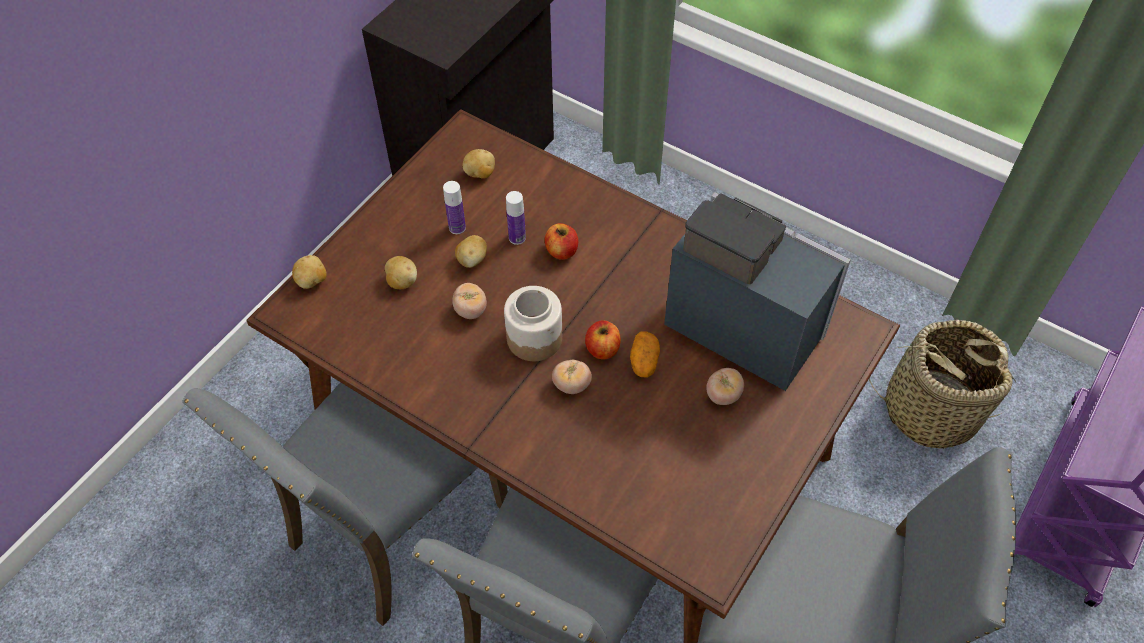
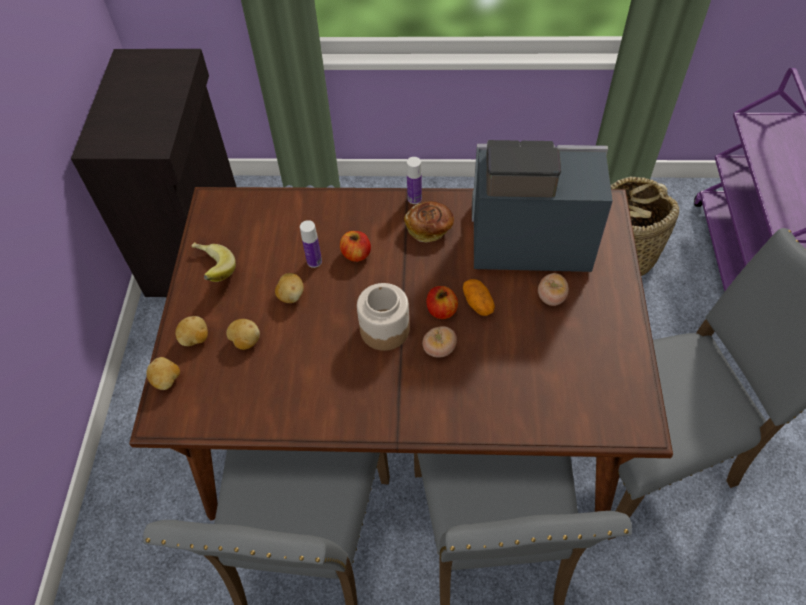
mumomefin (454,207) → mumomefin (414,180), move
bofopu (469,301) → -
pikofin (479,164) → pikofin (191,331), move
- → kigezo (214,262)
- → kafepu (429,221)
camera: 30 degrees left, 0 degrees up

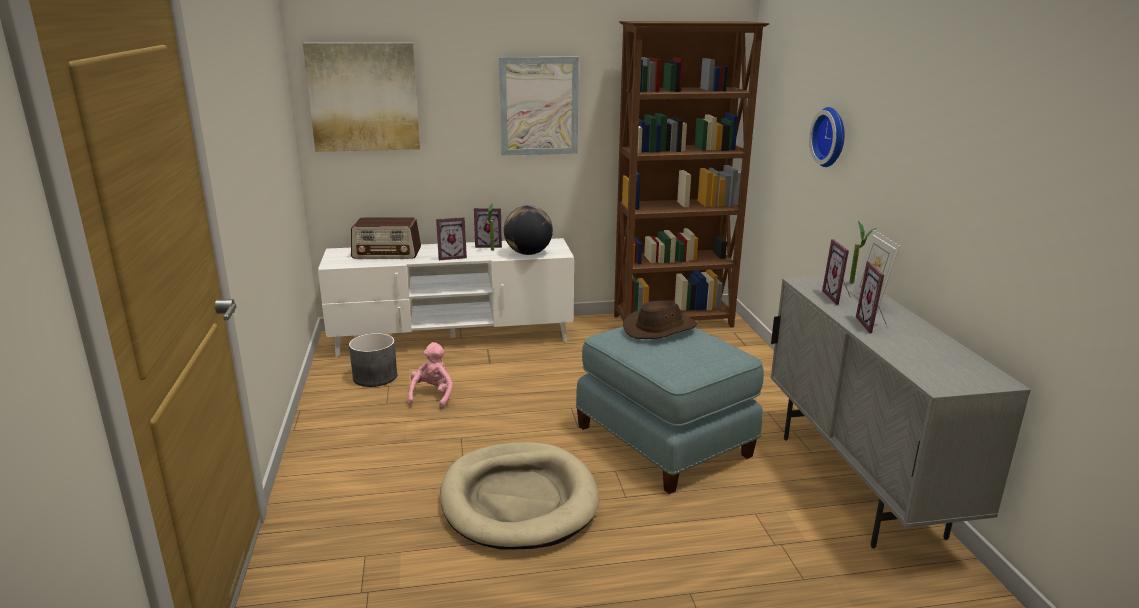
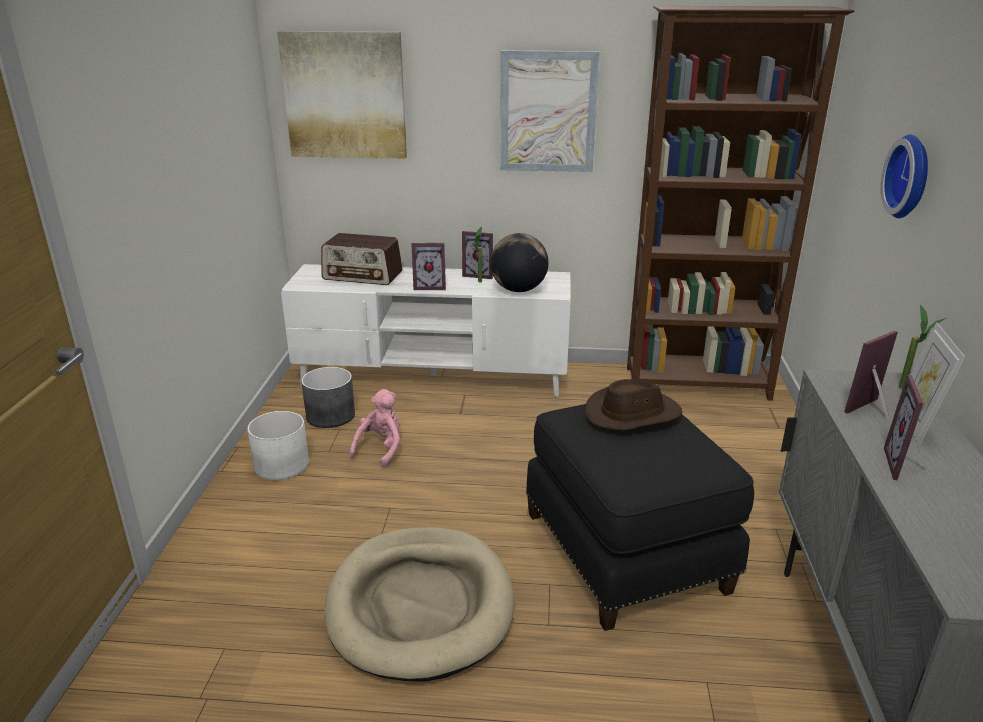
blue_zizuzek (670,410) → black_zizuzek (640,516)
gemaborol (836,272) → gemaborol (871,374), 45 degrees clockwise
- → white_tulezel (278,445)
camera: 15 degrees right, 5 degrees up

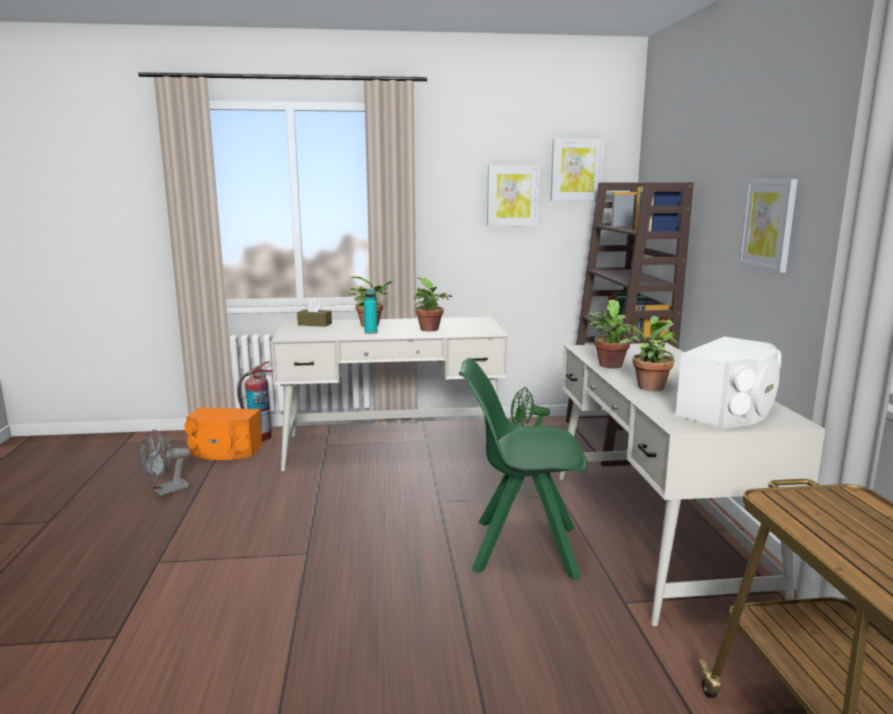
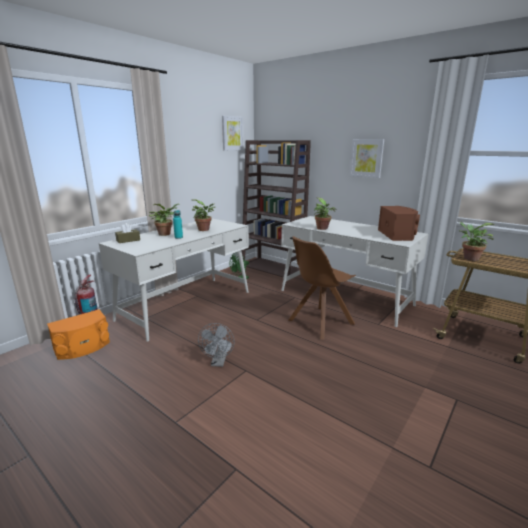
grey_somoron (165,462) → grey_somoron (216,345), move
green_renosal (523,469) → brown_renosal (322,288)
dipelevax (513,195) → -
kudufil (648,353) → kudufil (476,241), move
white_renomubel (728,382) → brown_renomubel (399,223)
camera: 45 degrees left, 5 degrees up

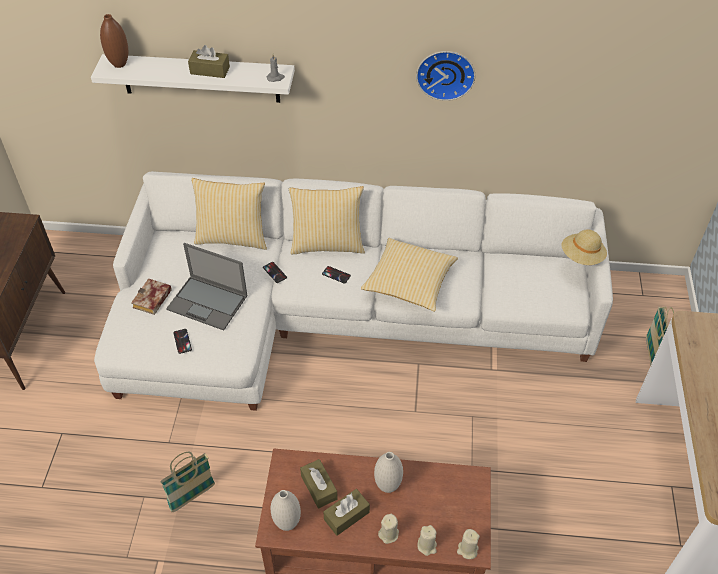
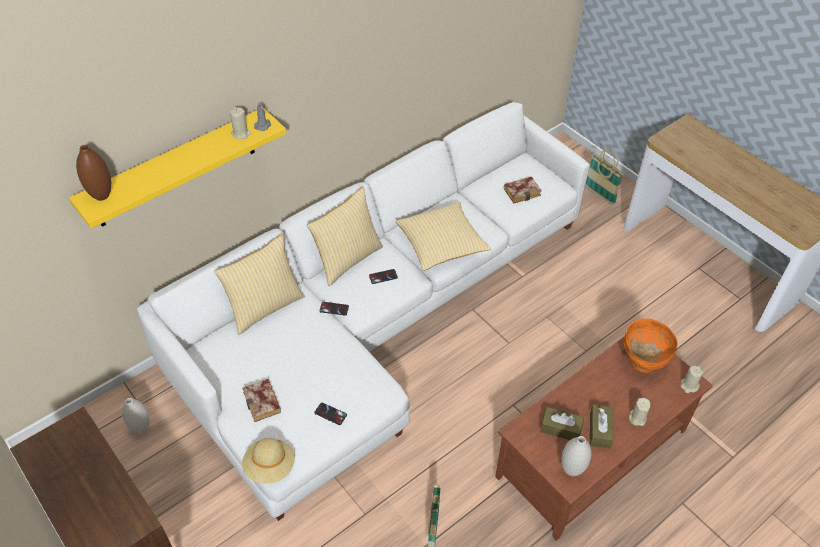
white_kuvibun (193,78) → yellow_kuvibun (178,168)
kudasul (207,287) → -
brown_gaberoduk (209,61) → -
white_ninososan (388,472) → white_ninososan (136,416), move
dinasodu (445,76) → -
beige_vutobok (427,540) → beige_vutobok (240,123), move
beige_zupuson (584,247) → beige_zupuson (268,461), move
- → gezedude (523,190)
- → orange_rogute (650,345)
camera: 45 degrees left, 0 degrees up

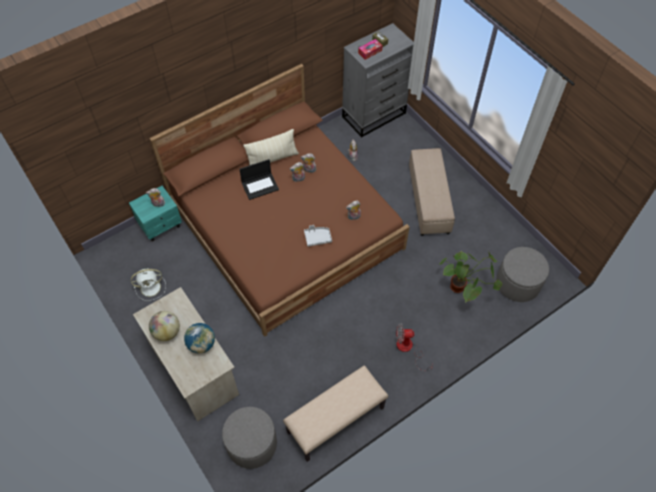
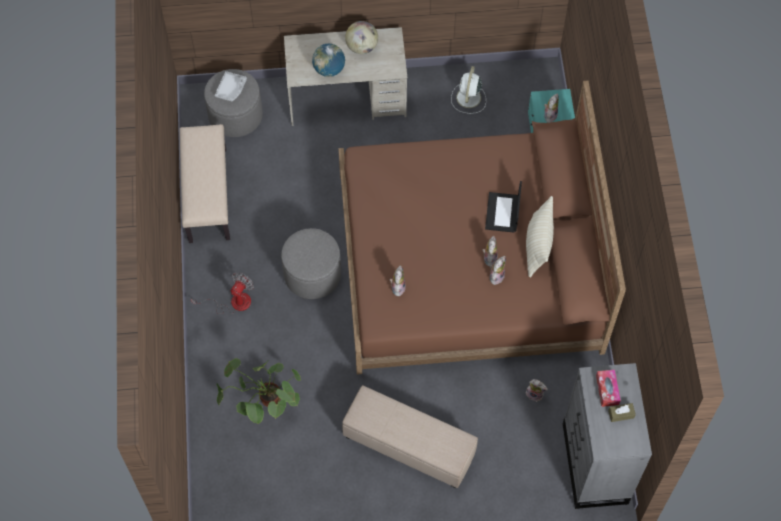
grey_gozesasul (318,236) → grey_gozesasul (231,86), move
grey_zizuzek (522,274) → grey_zizuzek (311,263), move
camera: 120 degrees right, 5 degrees up

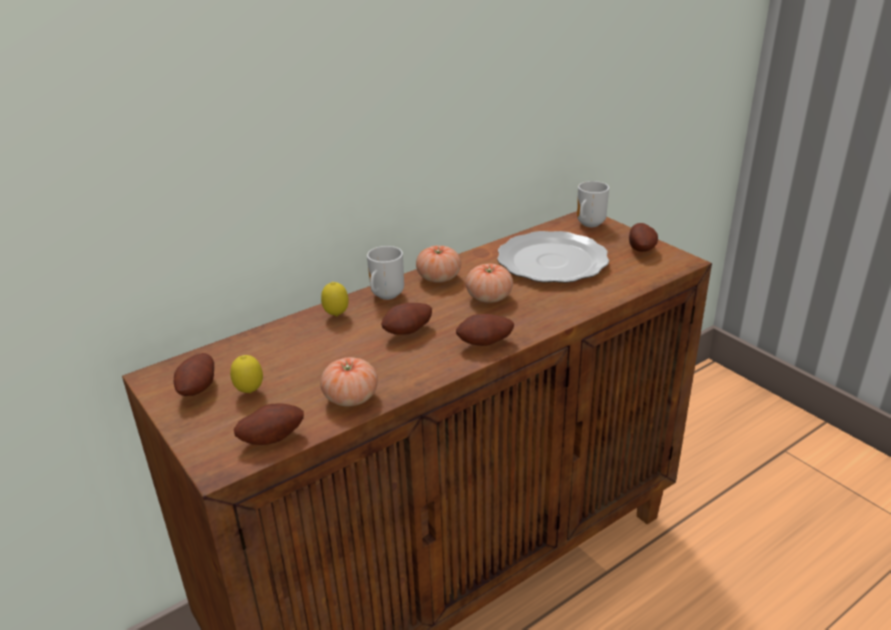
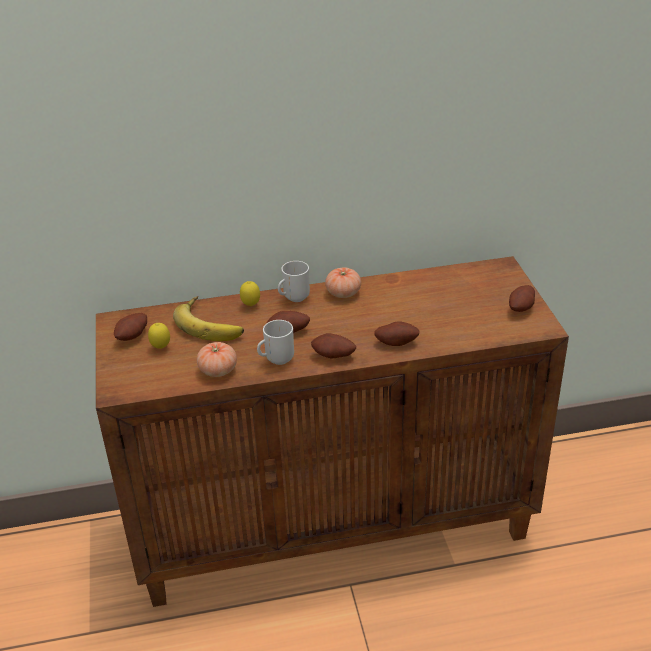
pikofin (269,424) → pikofin (397,333), move
bofopu (489,283) → -
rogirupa (553,257) → -
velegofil (593,204) → velegofil (275,342), move
- → kigezo (208,318)
camera: 25 degrees right, 5 degrees up

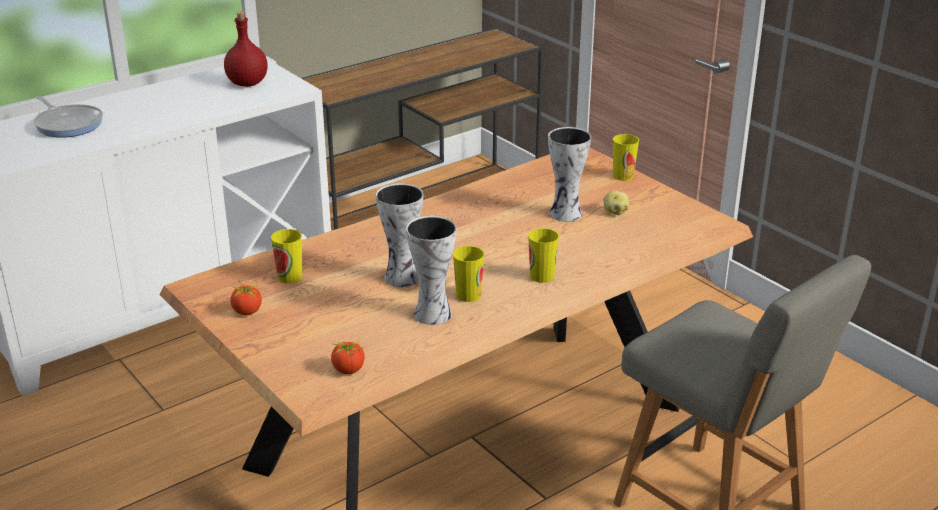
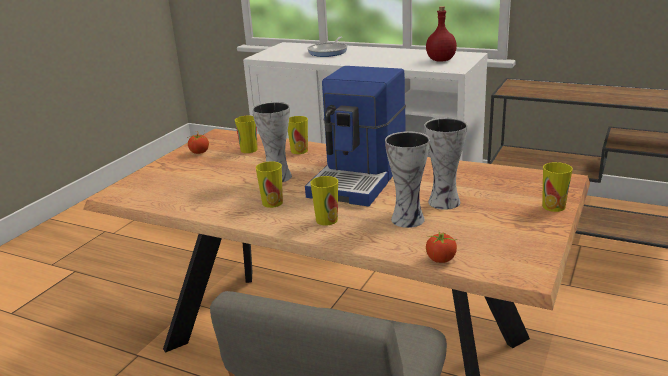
bofopu (348,357) → bofopu (442,247), move
ninososan (431,270) → ninososan (407,179), move
pikofin (616,203) → -
- → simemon (298,135)
- → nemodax (355,136)
camera: 65 degrees right, 5 degrees down

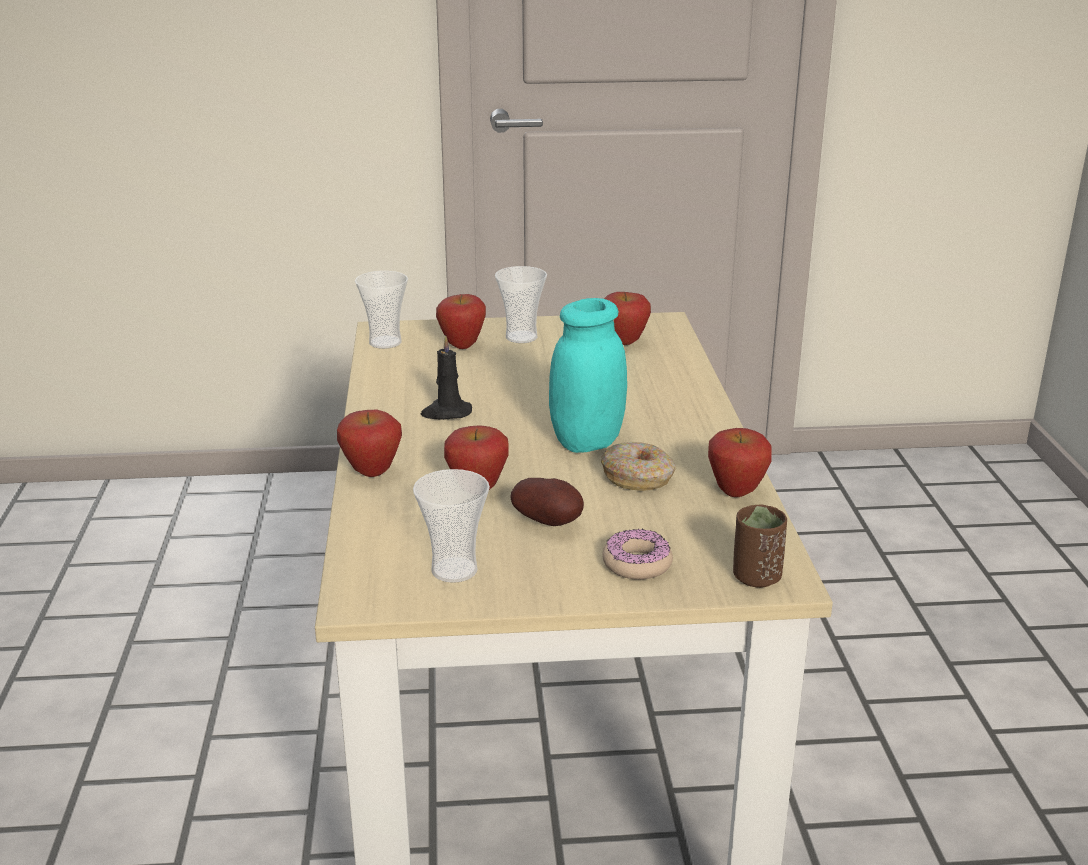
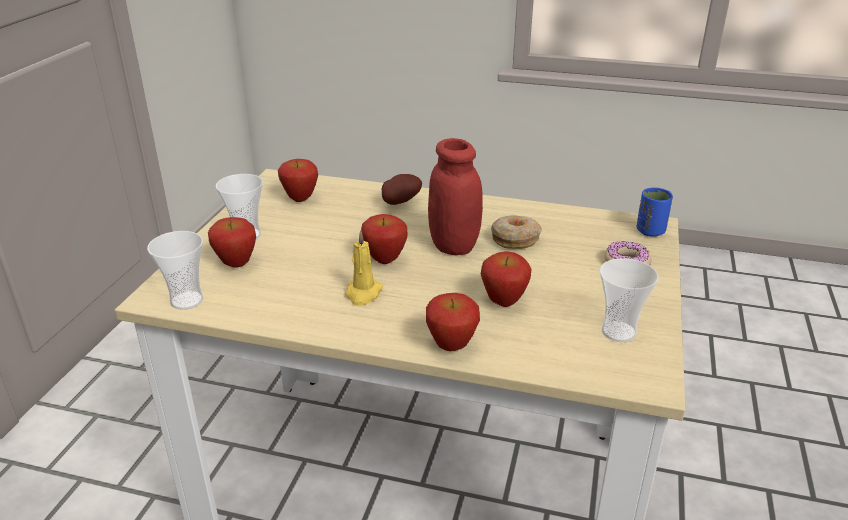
black_vutobok (446,377) → yellow_vutobok (364,268)
pikofin (547,502) → pikofin (402,189), move
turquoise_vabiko (588,375) → red_vabiko (455,196)
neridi (740,462) → neridi (384,239), move
brown_simemon (760,546) → blue_simemon (655,212)
camera: 70 degrees left, 5 degrees up

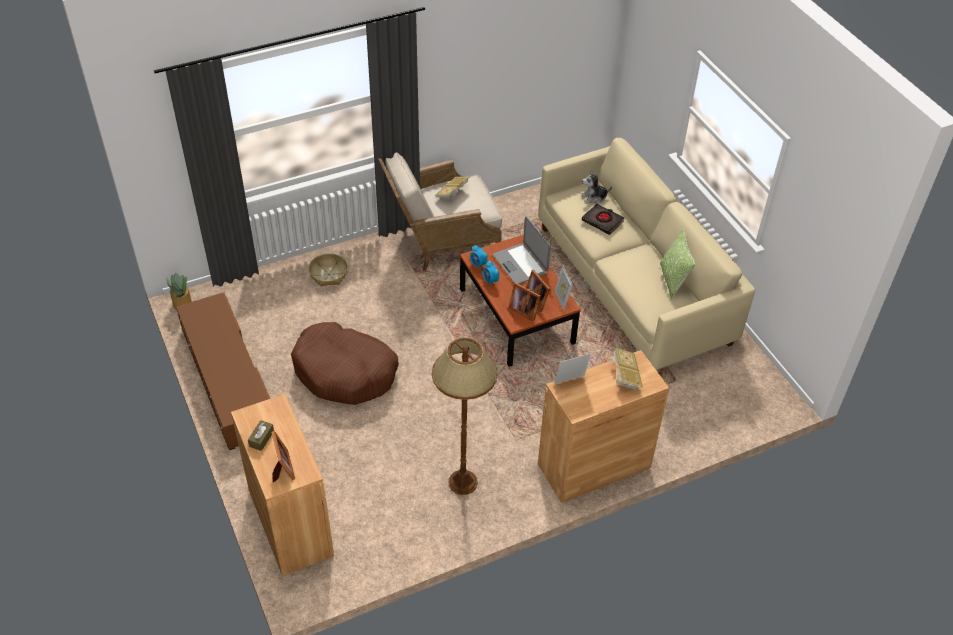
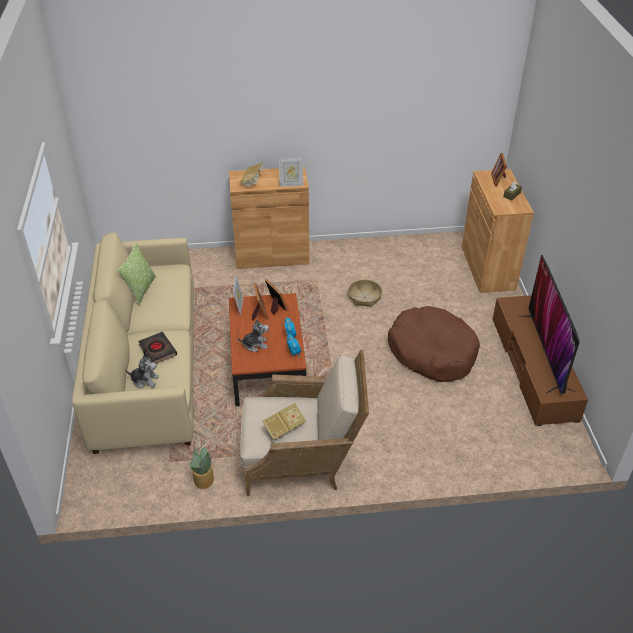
kudufil (179,291) → kudufil (201,467), move
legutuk (328,270) → legutuk (365,293), move
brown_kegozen (465,416) → -
kudasul (522,250) → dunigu (253,335)
- → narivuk (548,324)
camera: 160 degrees left, 5 degrees down

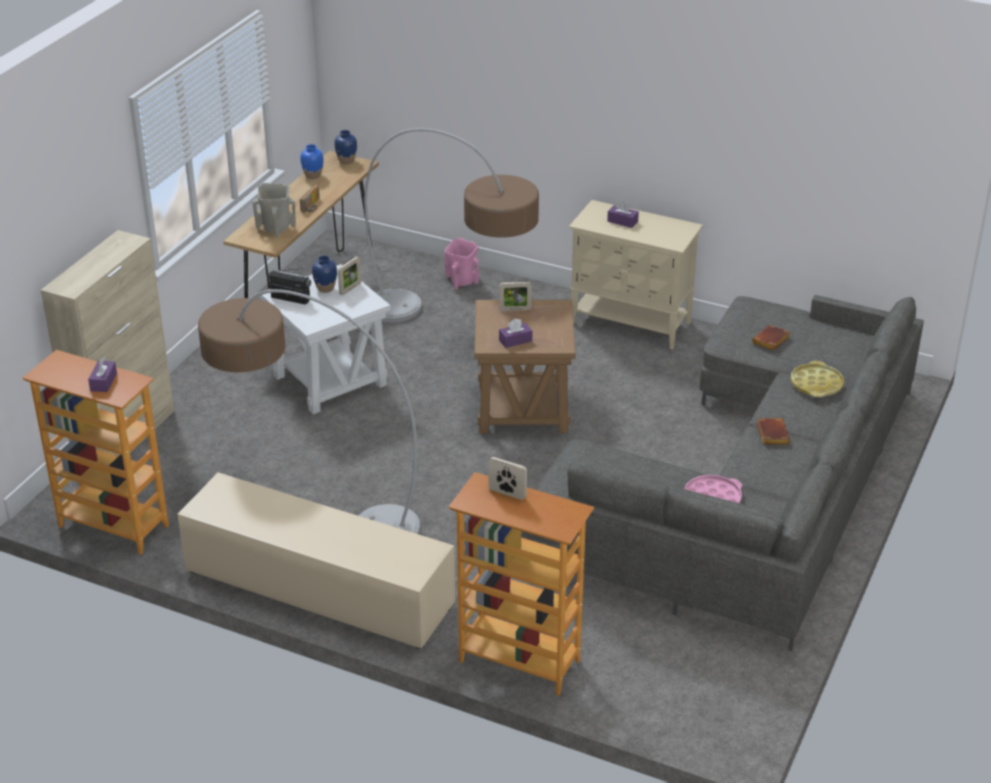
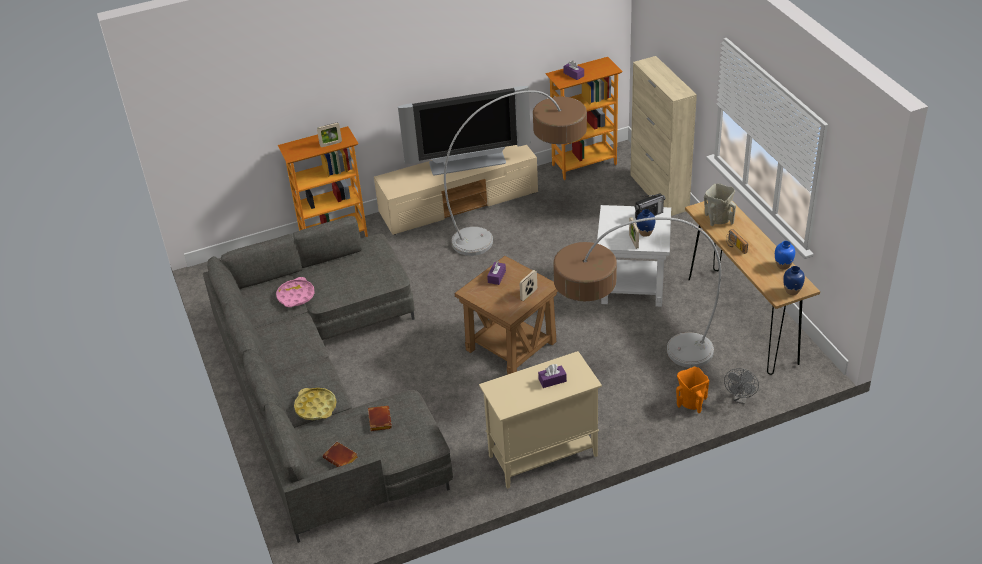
pink_ninososan (461,264) → orange_ninososan (692,390)
brown_gezedude (773,431) → brown_gezedude (340,454), move
- → narivuk (464,131)
- → grey_somoron (741,386)
camera: 135 degrees right, 5 degrees up

